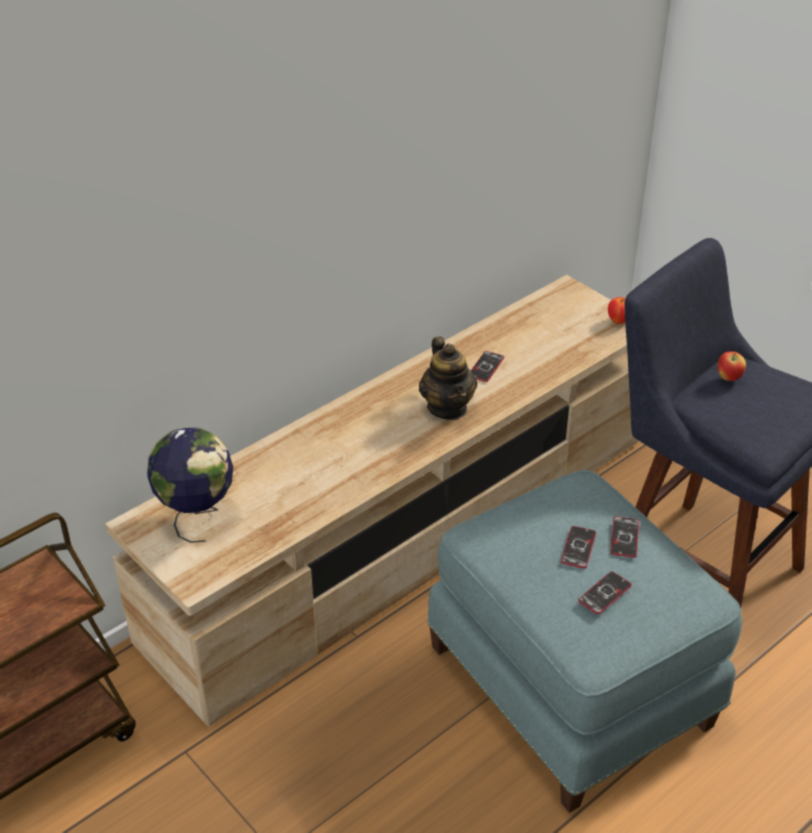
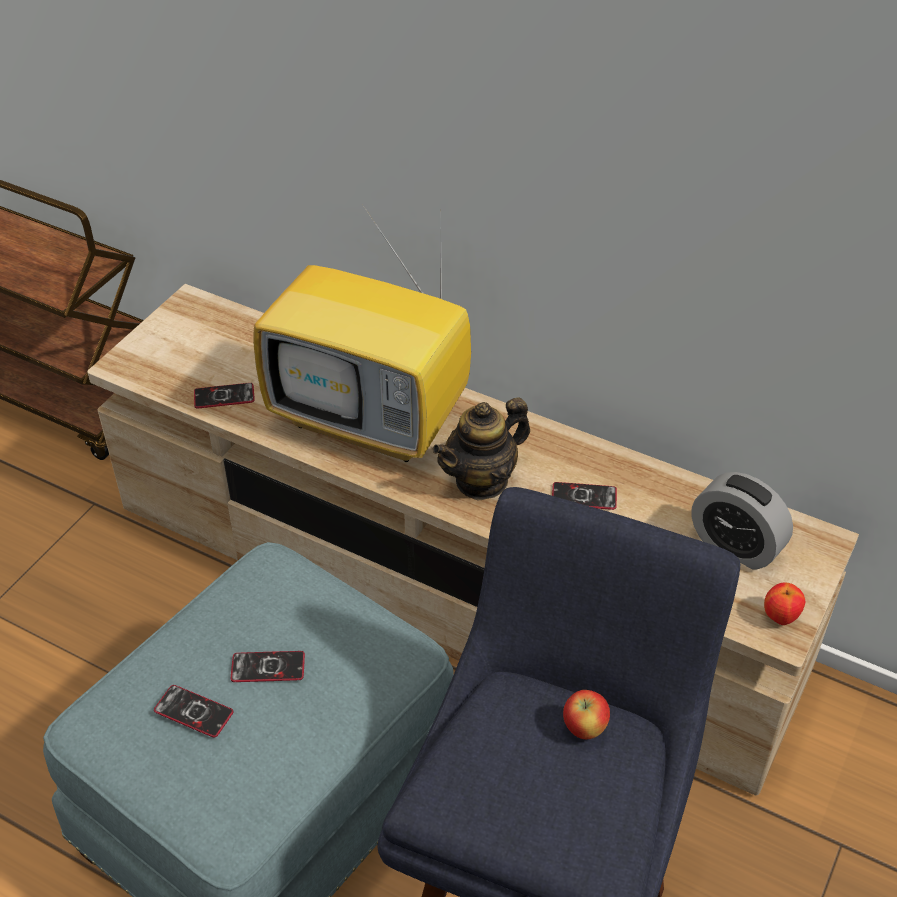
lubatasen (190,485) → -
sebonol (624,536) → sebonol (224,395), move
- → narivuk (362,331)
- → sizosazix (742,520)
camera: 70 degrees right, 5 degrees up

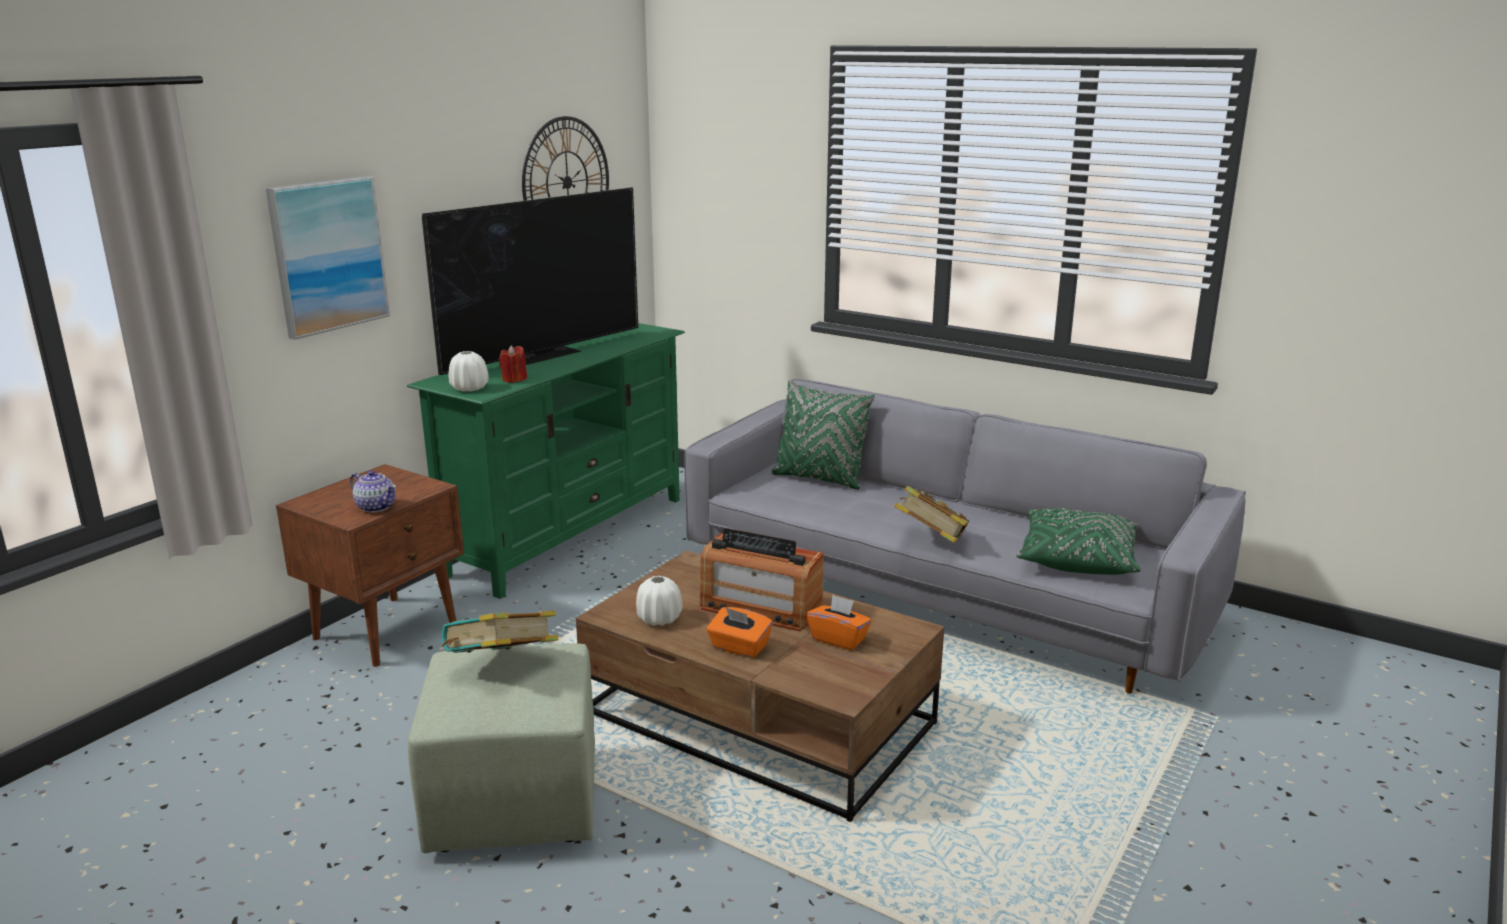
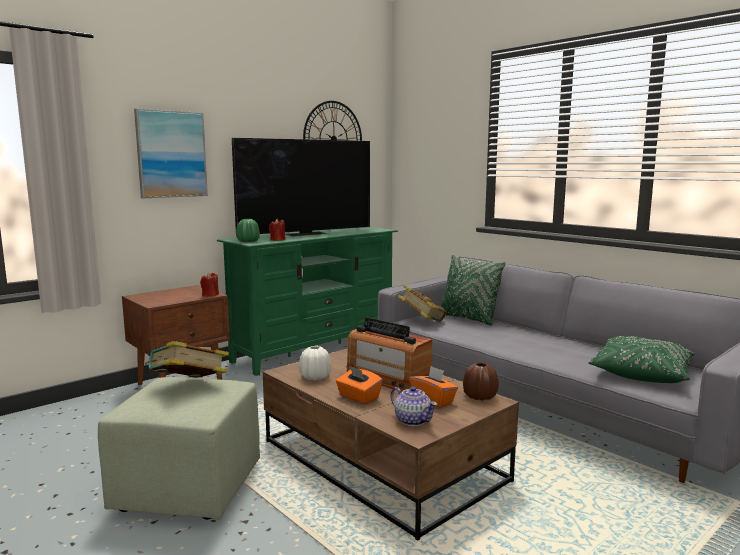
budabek (373,491) → budabek (414,406), move
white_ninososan (469,371) → green_ninososan (248,230)
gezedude (931,514) → gezedude (422,303), move
- → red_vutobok (209,284)
- → brown_ninososan (481,382)
camera: 15 degrees right, 10 degrees down

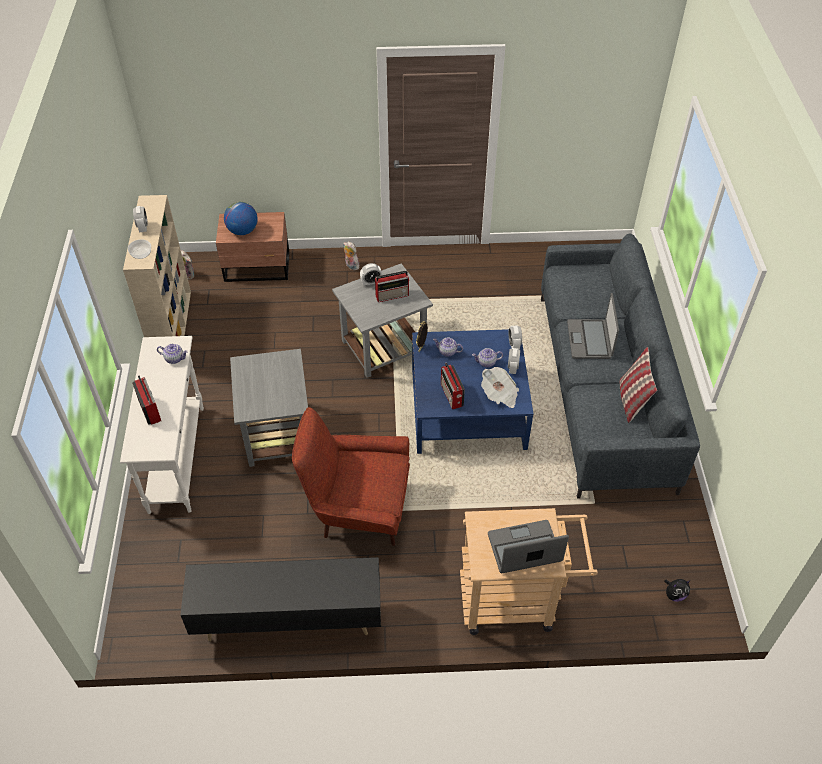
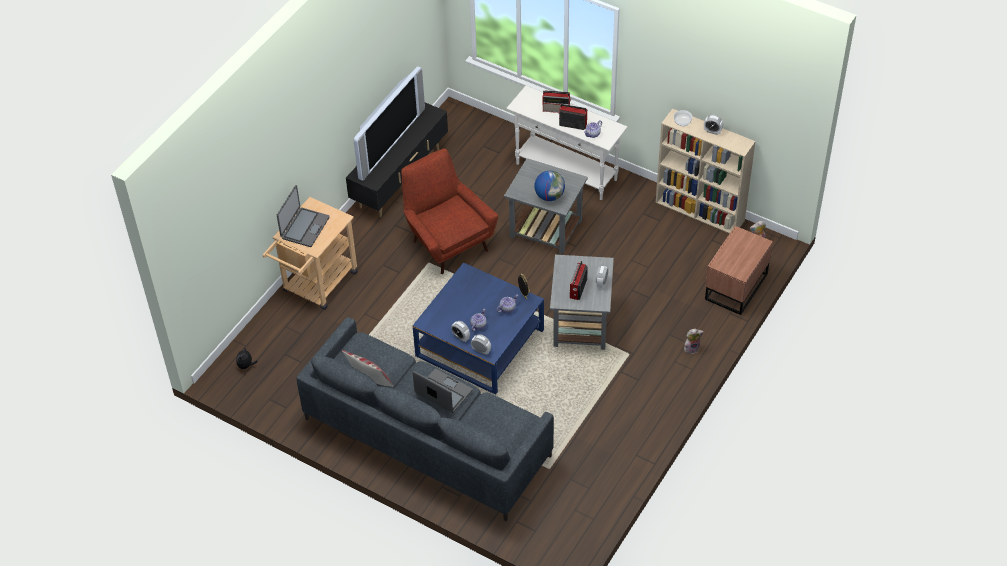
lubatasen (240,218) → lubatasen (549,186), move
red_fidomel (351,476) → red_fidomel (449,211), 75 degrees counterclockwise
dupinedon (453,386) → dupinedon (572,117), move
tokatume (500,387) → -
- → narivuk (389,123)
camera: 125 degrees right, 0 degrees up

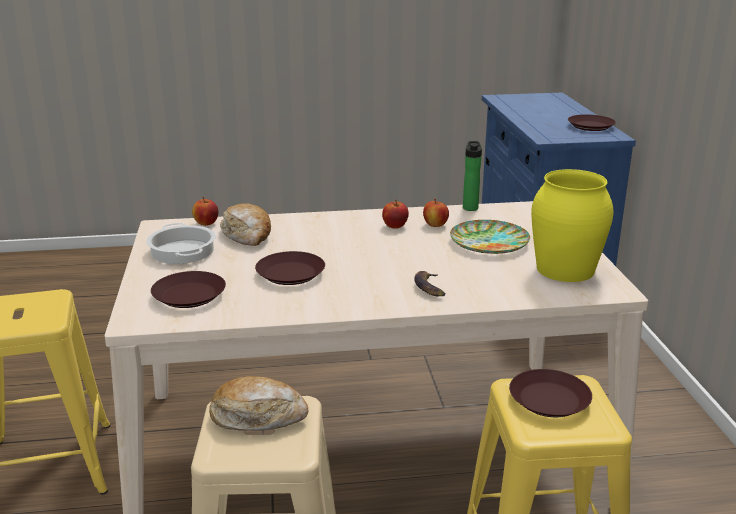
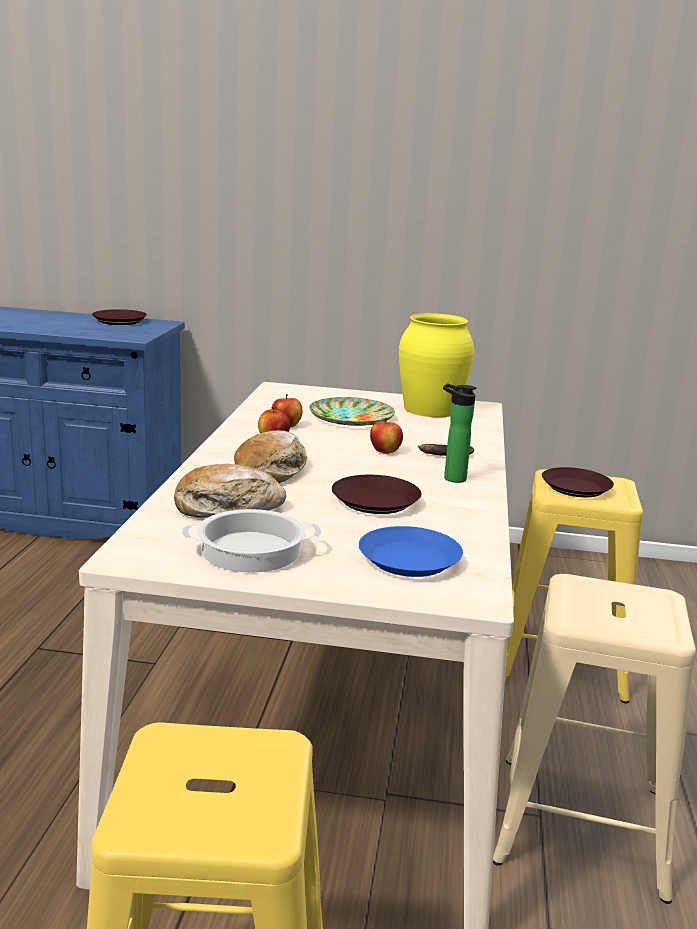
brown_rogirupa (188,289) → blue_rogirupa (411,551)
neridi (205,211) → neridi (386,435), move
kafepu (258,403) → kafepu (270,456), move
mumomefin (472,176) → mumomefin (460,433), move
camera: 75 degrees left, 5 degrees down

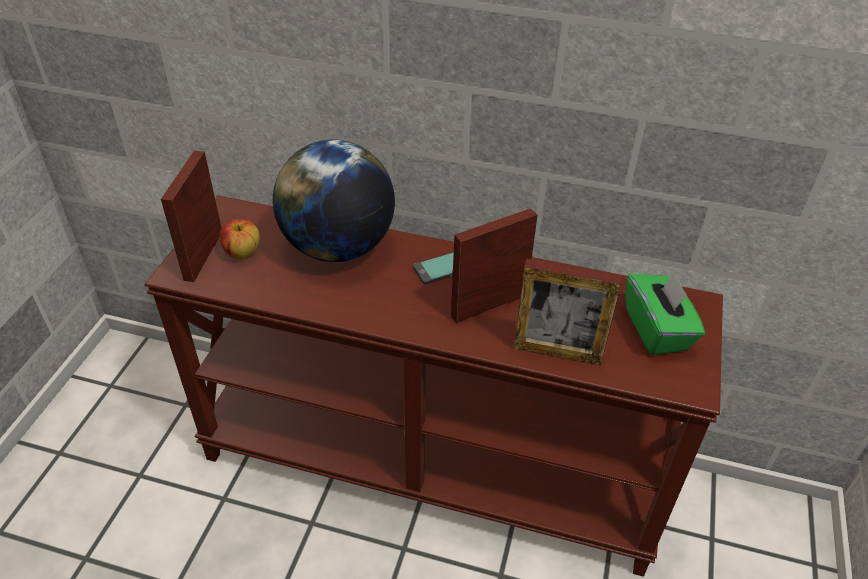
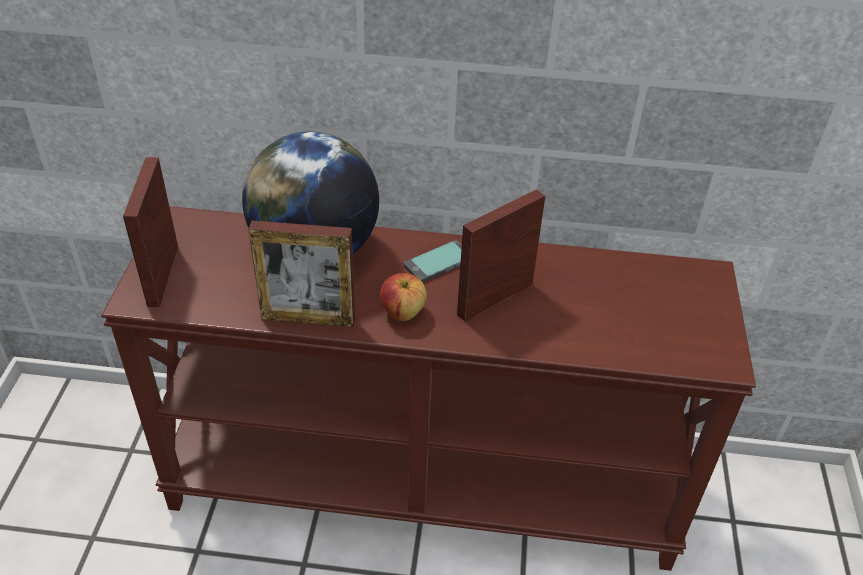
neridi (240,239) → neridi (403,297), move
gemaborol (568,312) → gemaborol (301,274), move
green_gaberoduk (665,313) → -
camera: 10 degrees left, 0 degrees up

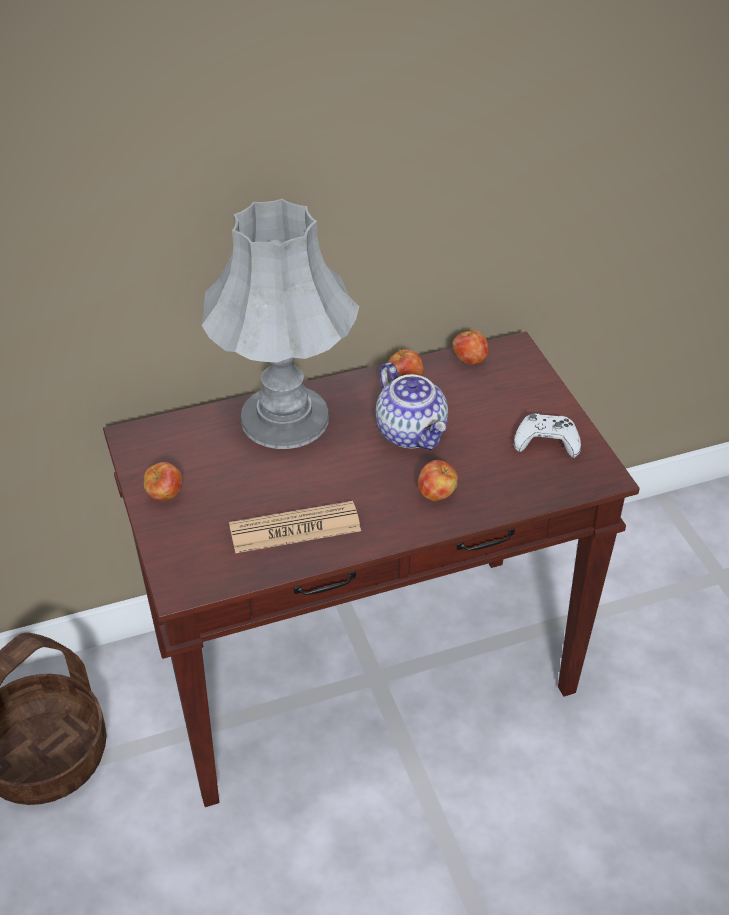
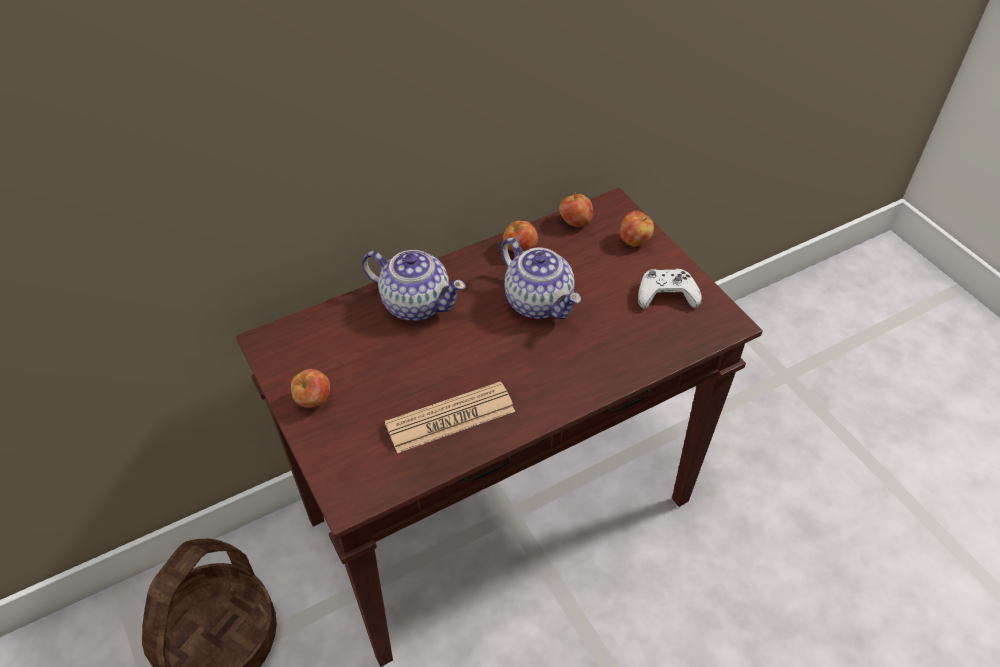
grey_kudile (280,324) → budabek (414,285)
neridi (438,480) → neridi (637,229), move
camera: 10 degrees left, 5 degrees up

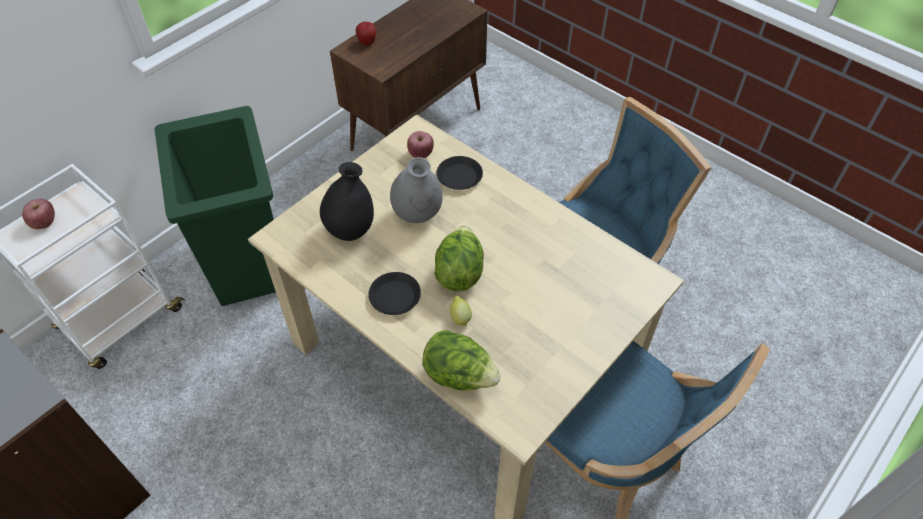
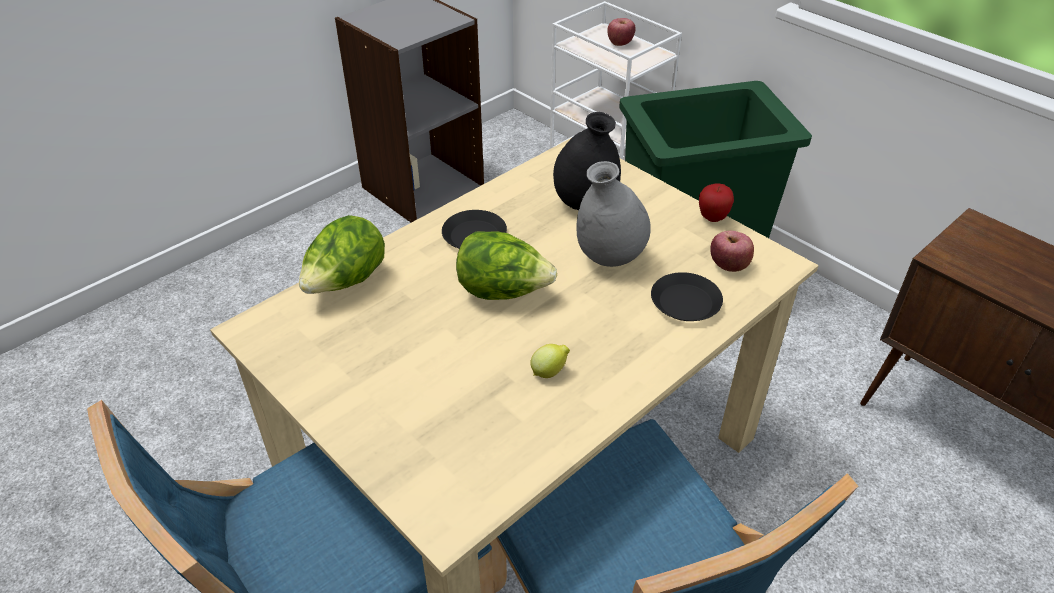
neridi (366,33) → neridi (716,203), move
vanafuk (461,311) → vanafuk (550,361), move
camera: 95 degrees right, 10 degrees down

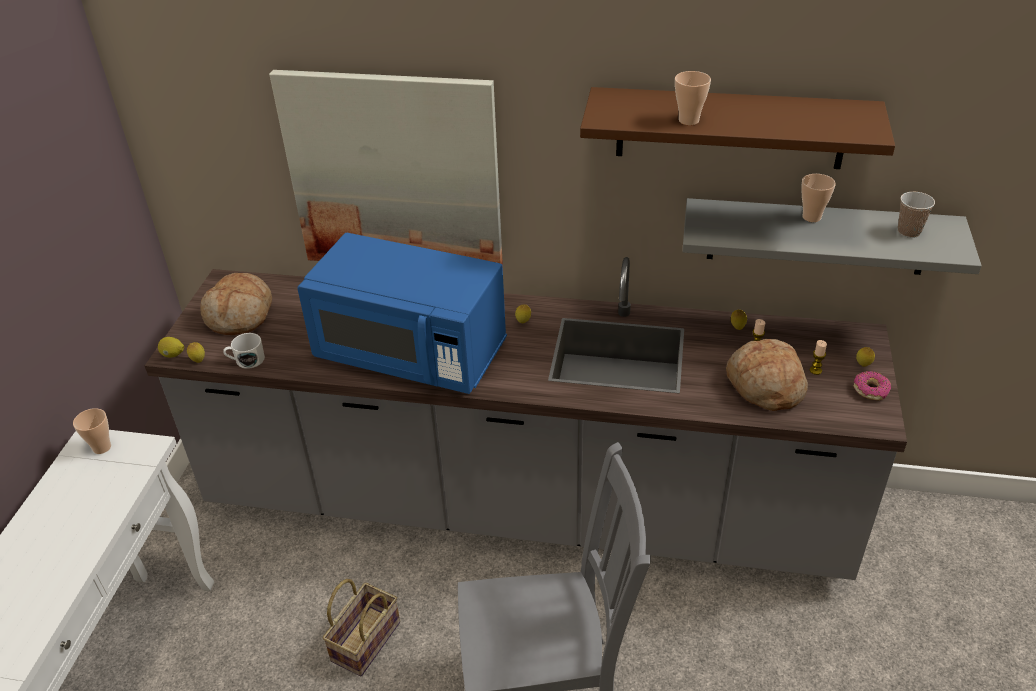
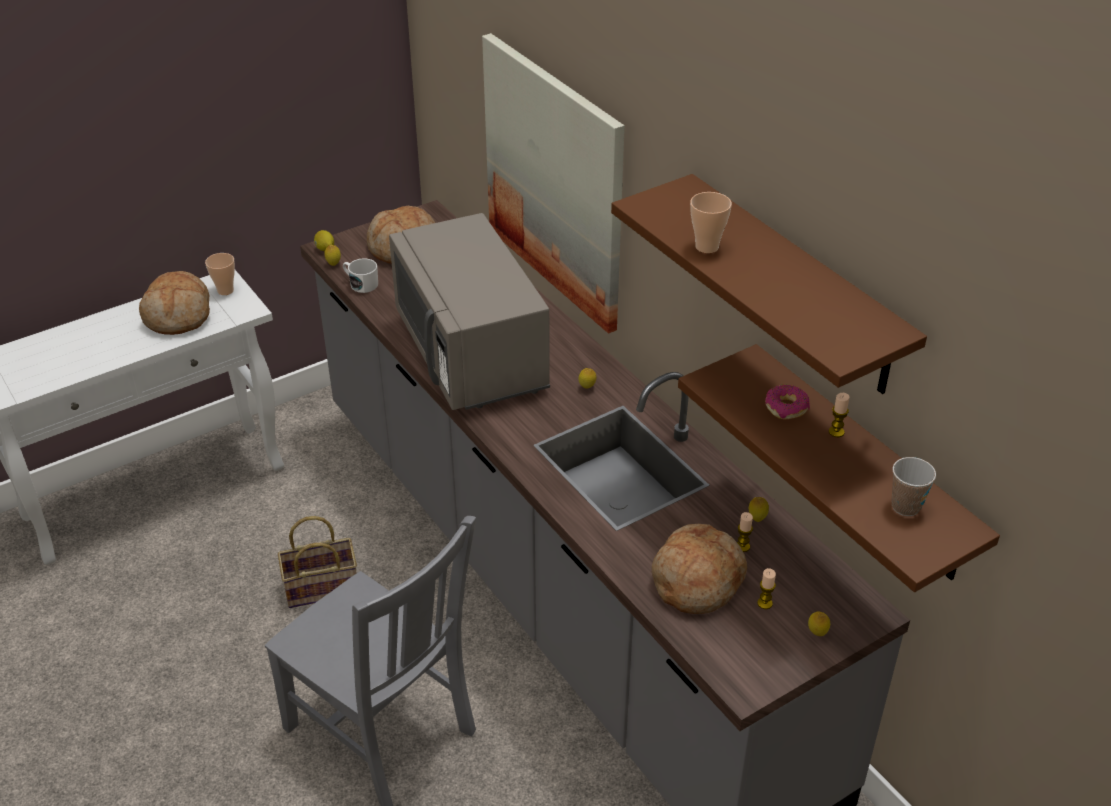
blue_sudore (402,313) → grey_sudore (469,311)
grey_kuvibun (832,236) → brown_kuvibun (839,468)
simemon (818,198) → vutobok (839,415)
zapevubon (872,385) → zapevubon (787,402), move
- → kafepu (174,303)
camera: 45 degrees right, 0 degrees up

